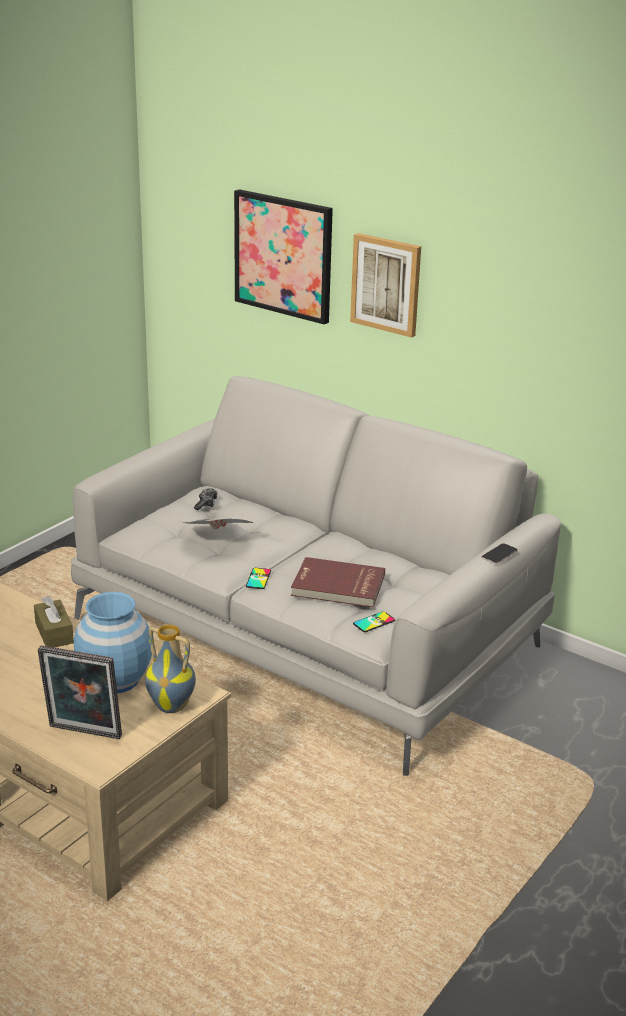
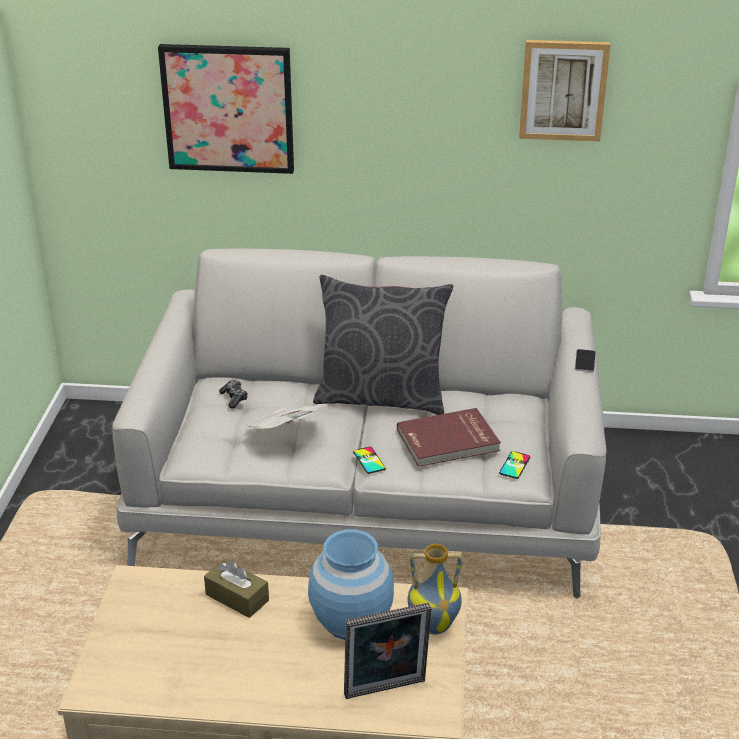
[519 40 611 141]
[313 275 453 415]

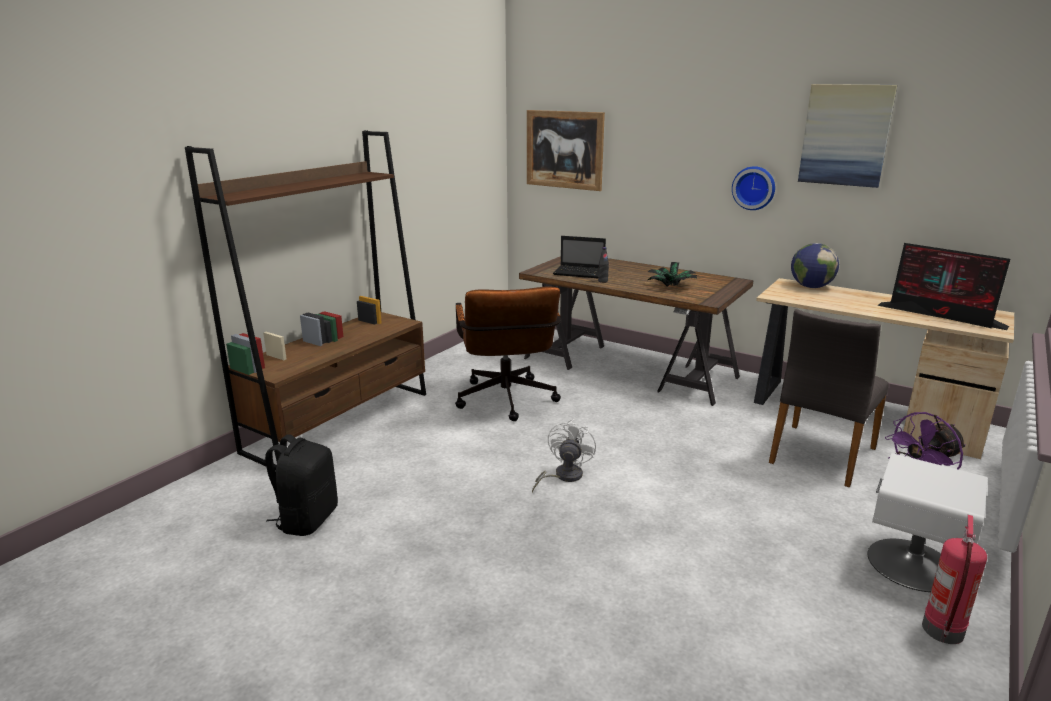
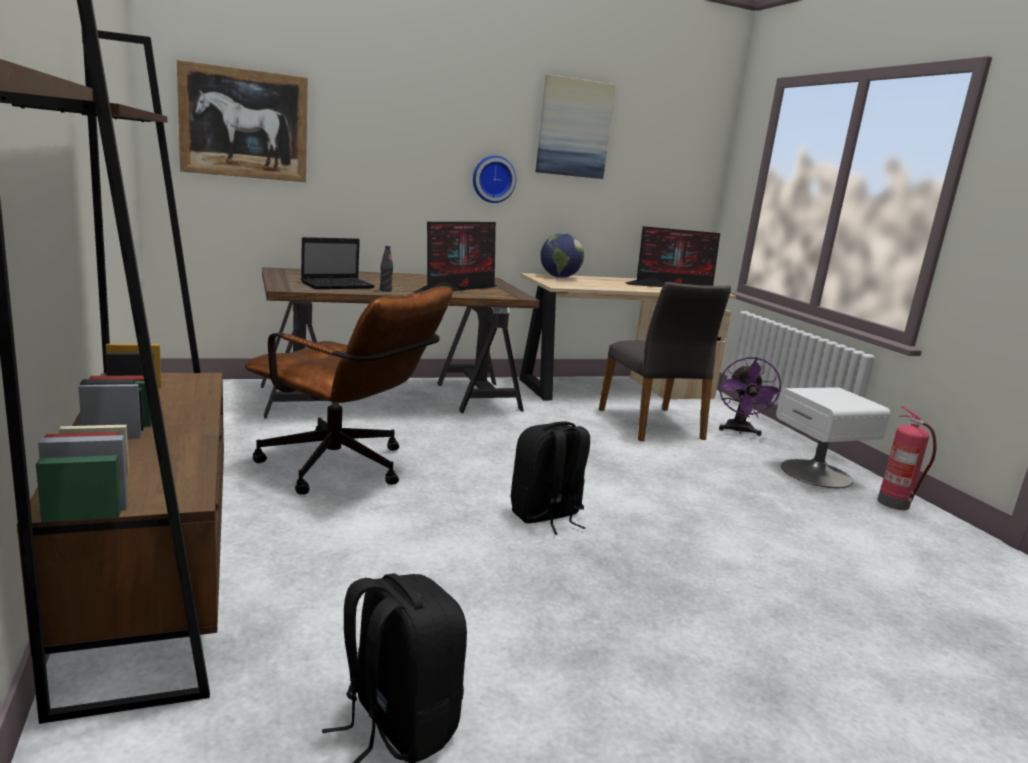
[511 422 590 535]
[413 222 496 293]

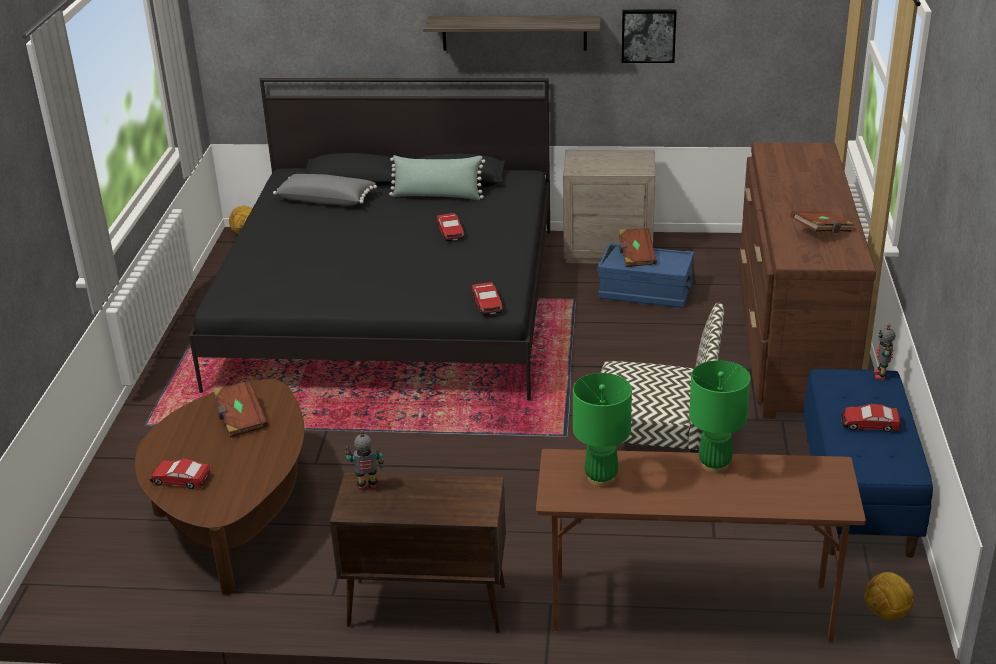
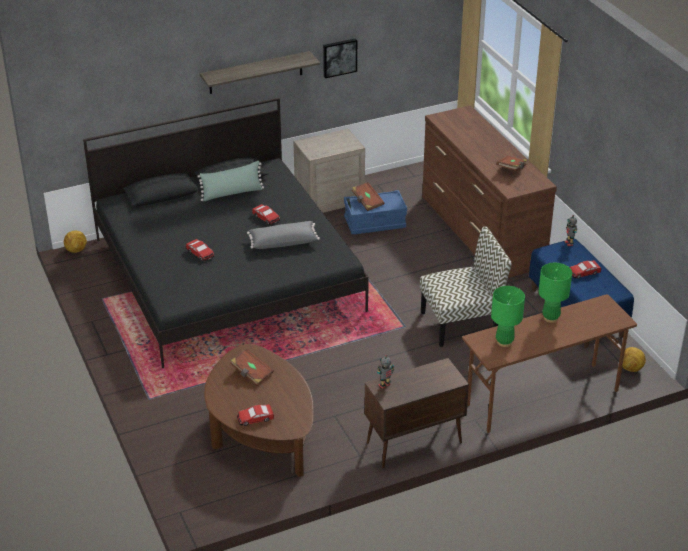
[247 221 320 249]
[186 239 214 261]

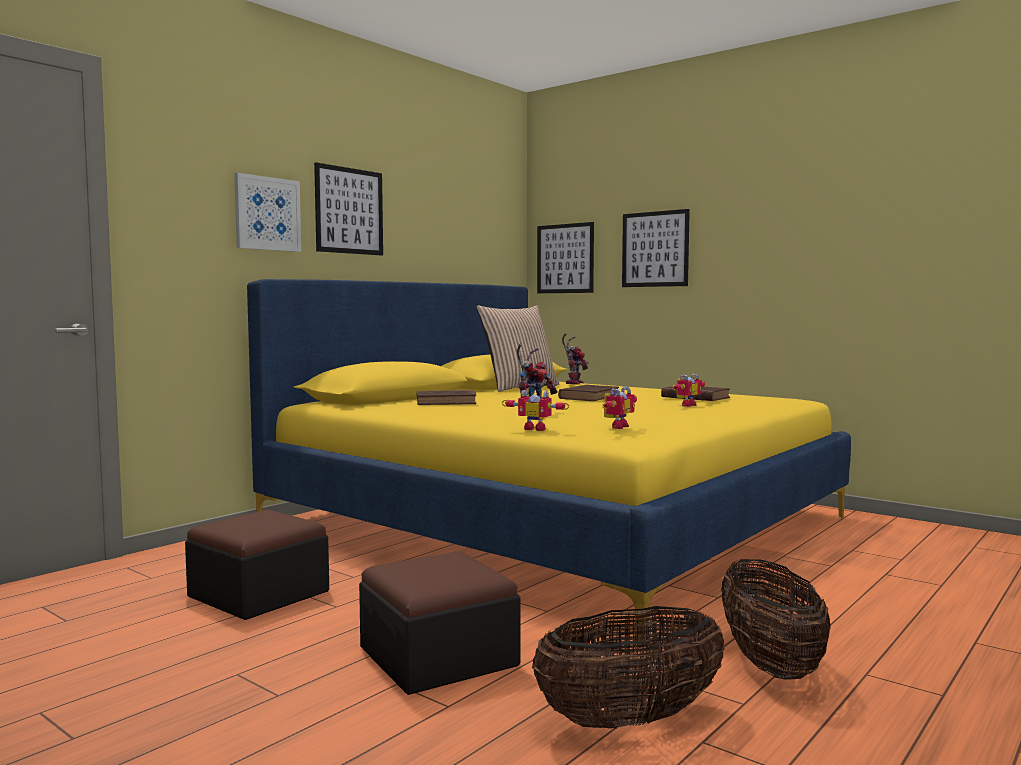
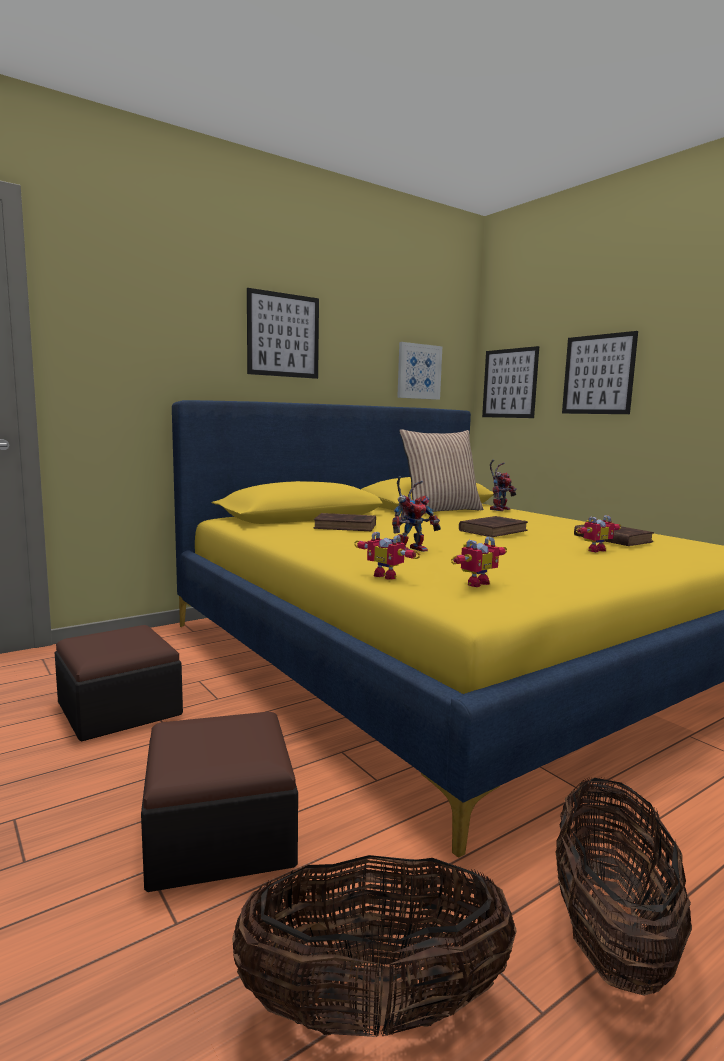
[397 342 442 400]

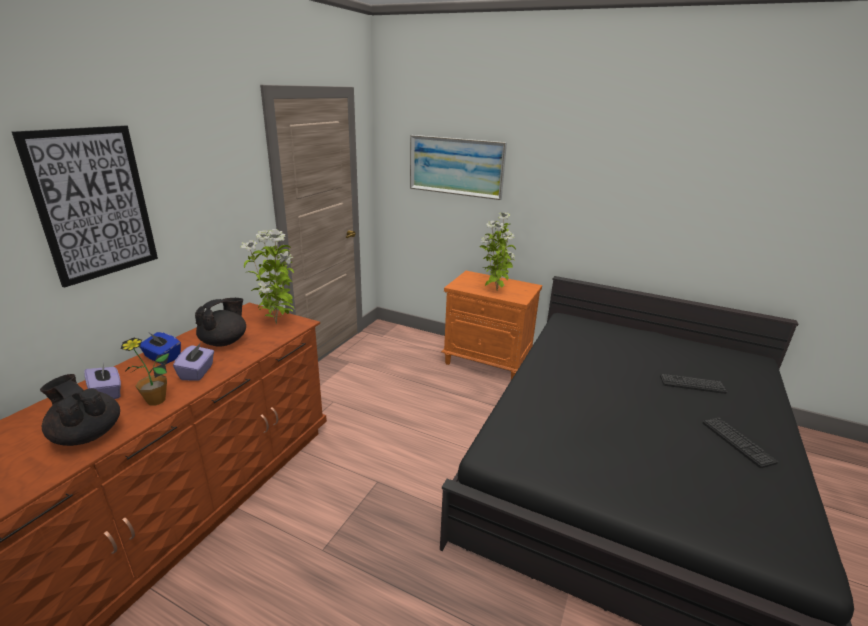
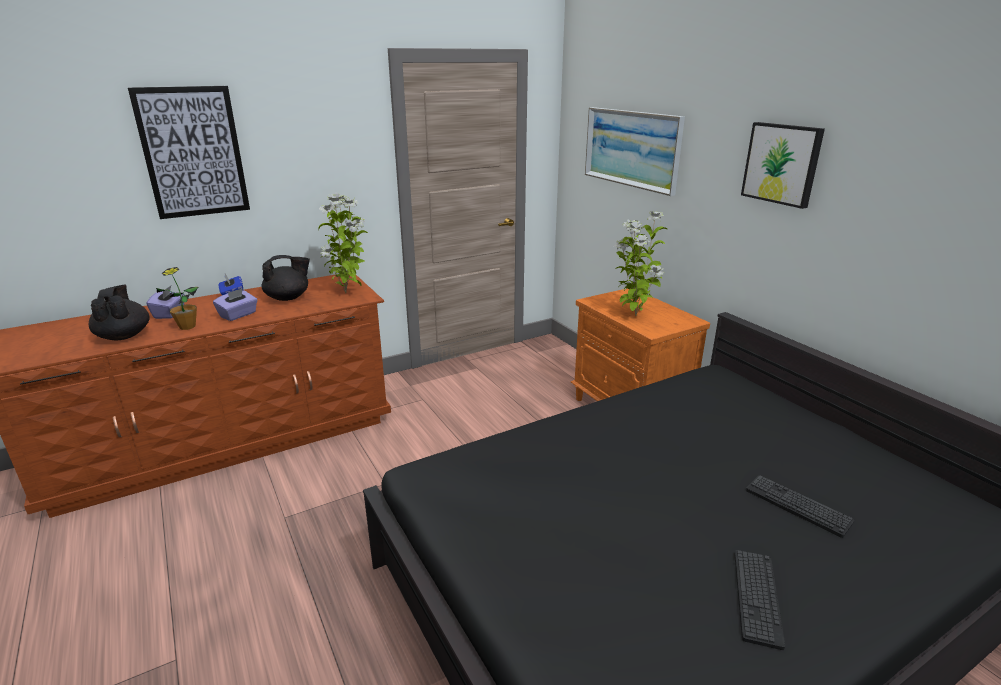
[741 122 825 209]

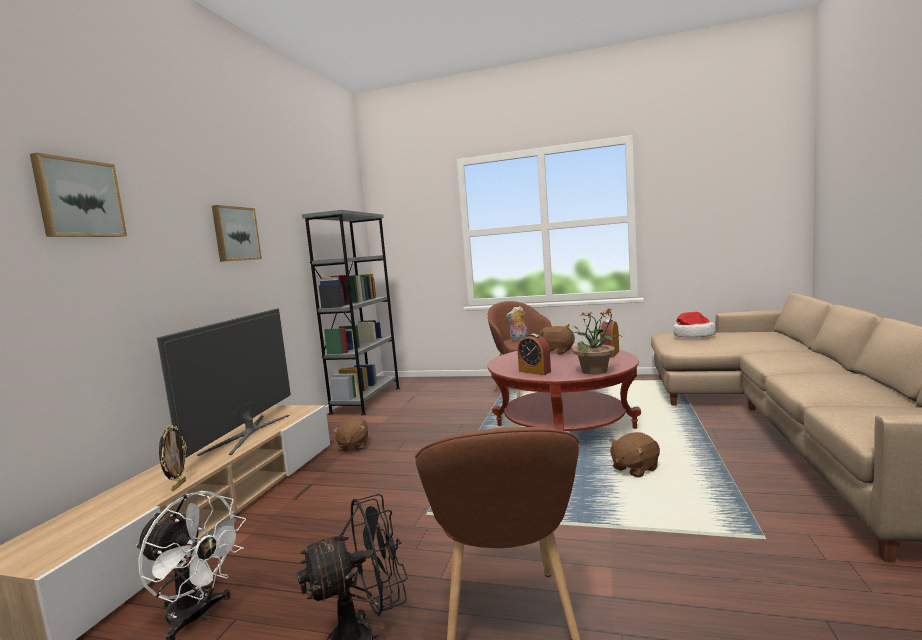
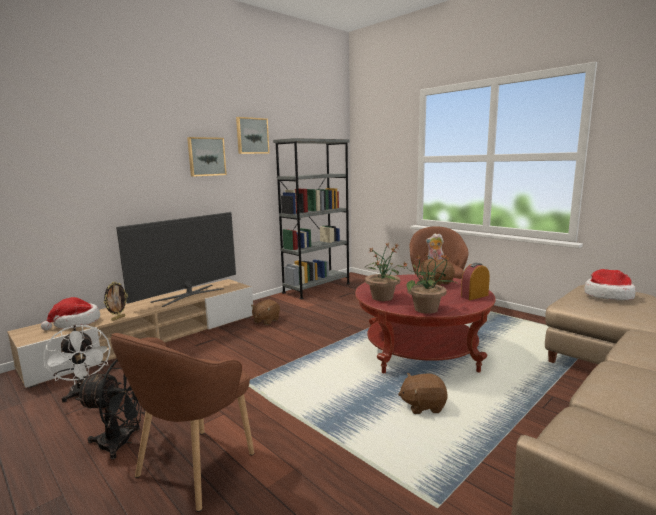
[236 117 270 154]
[365 243 404 301]
[41 297 100 331]

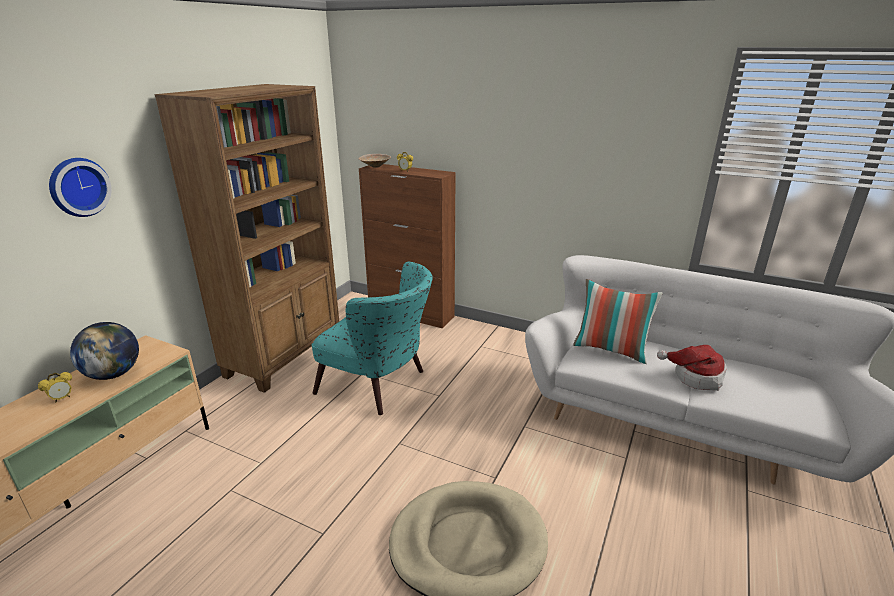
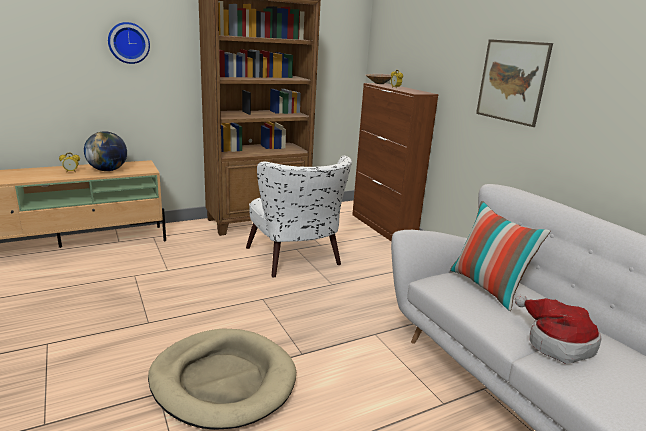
[246 156 352 278]
[476 39 553 127]

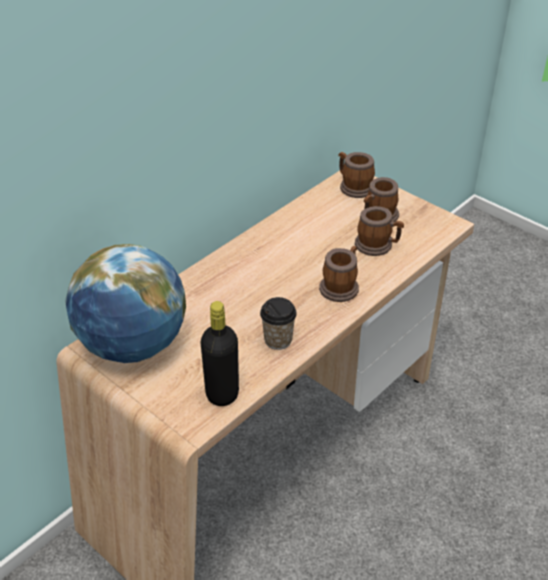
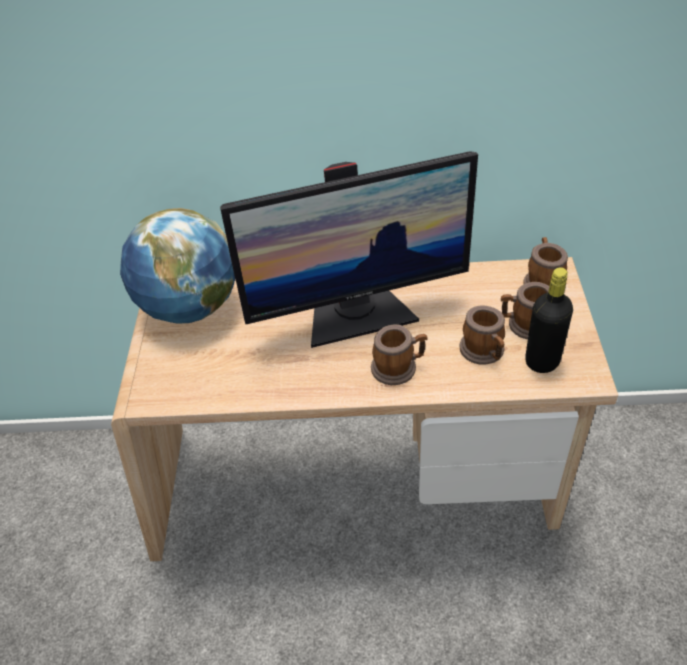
[525 267 573 373]
[260 297 297 350] (first image)
[220 151 478 348]

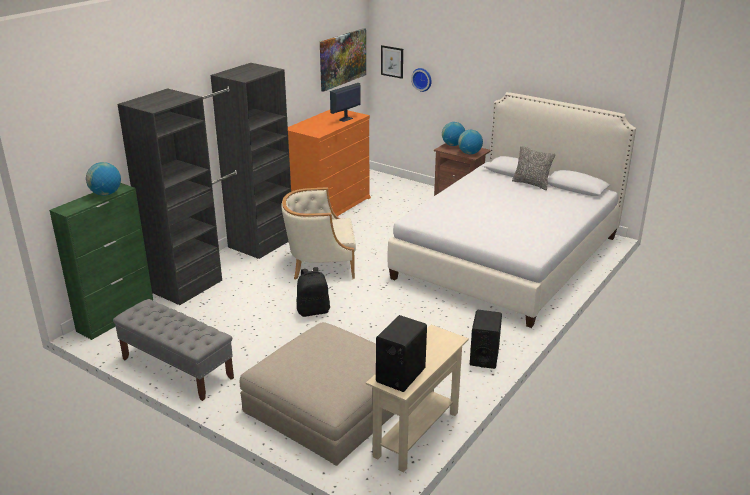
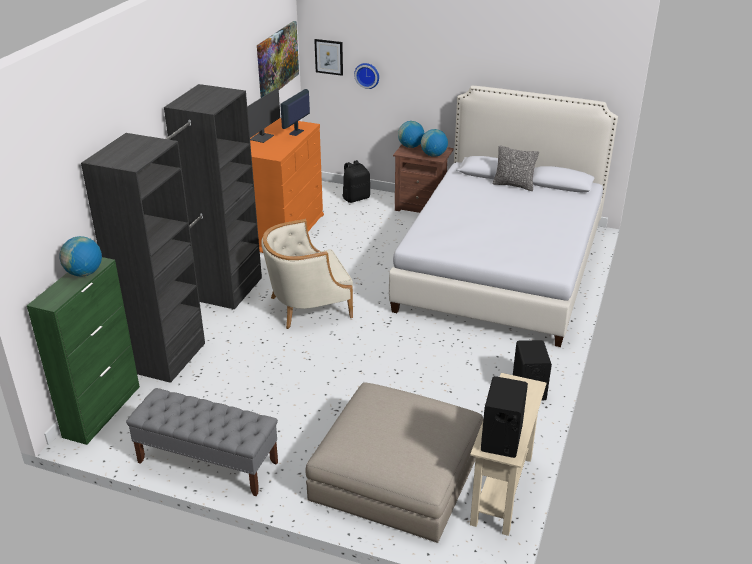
[343 160 370 203]
[247 88 280 143]

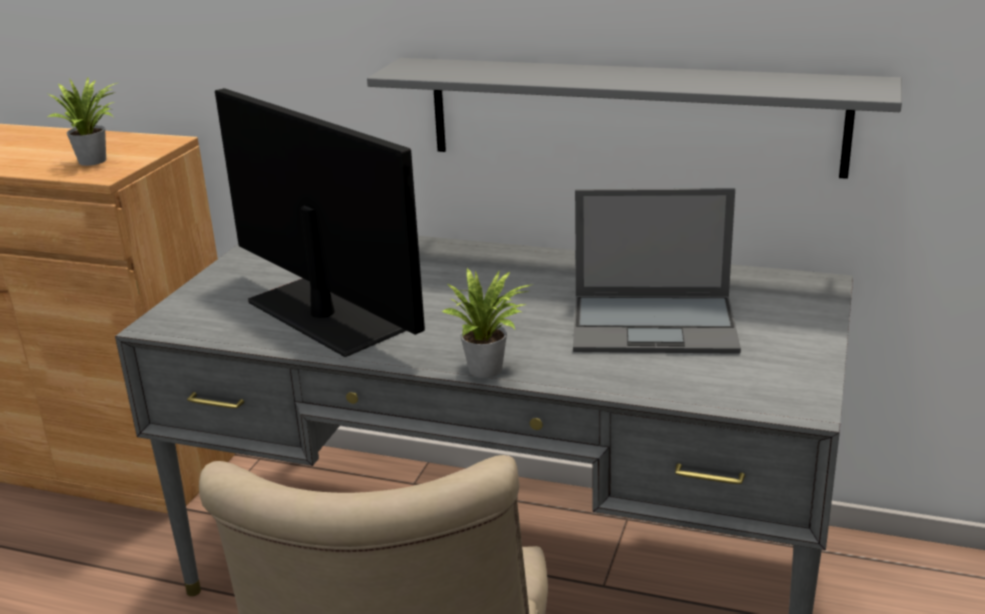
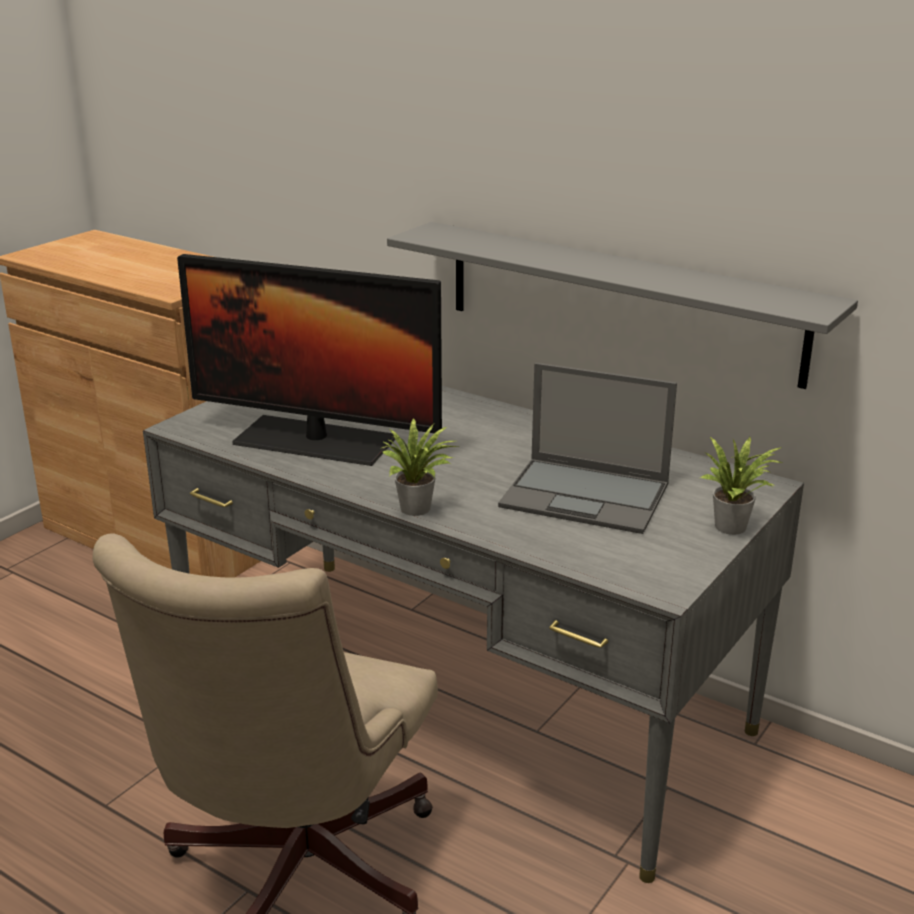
[700 437 782 535]
[177 254 442 466]

